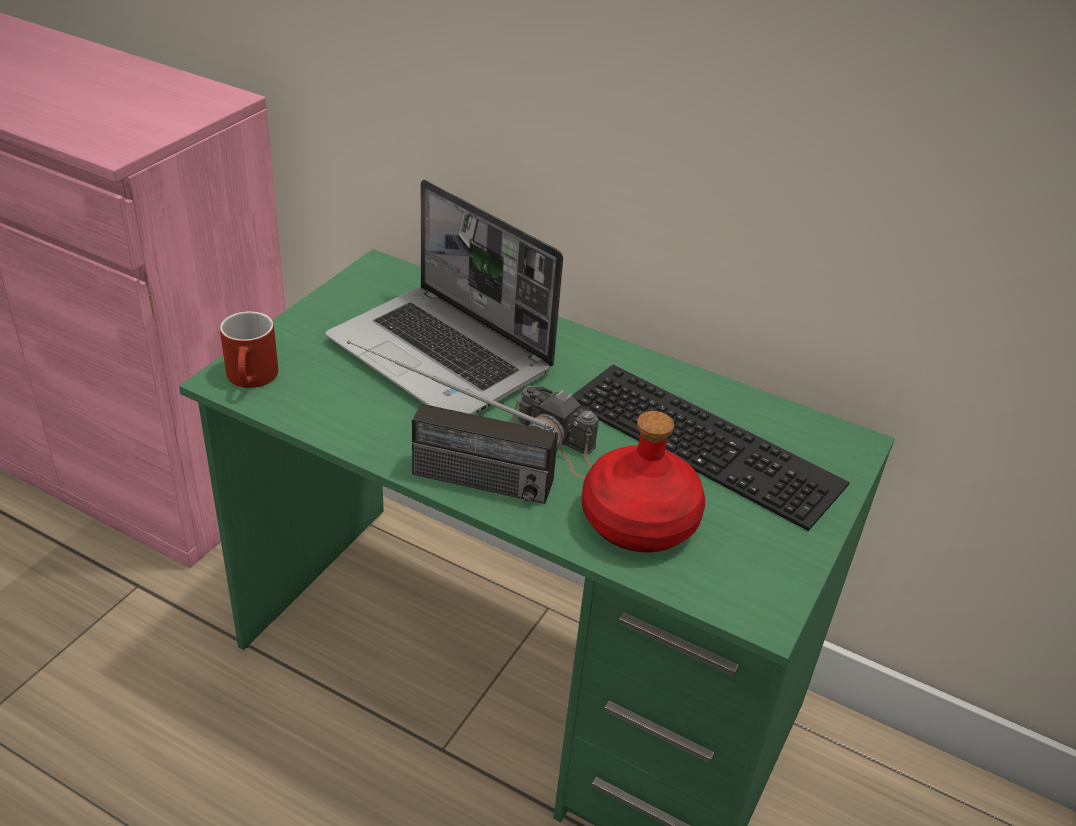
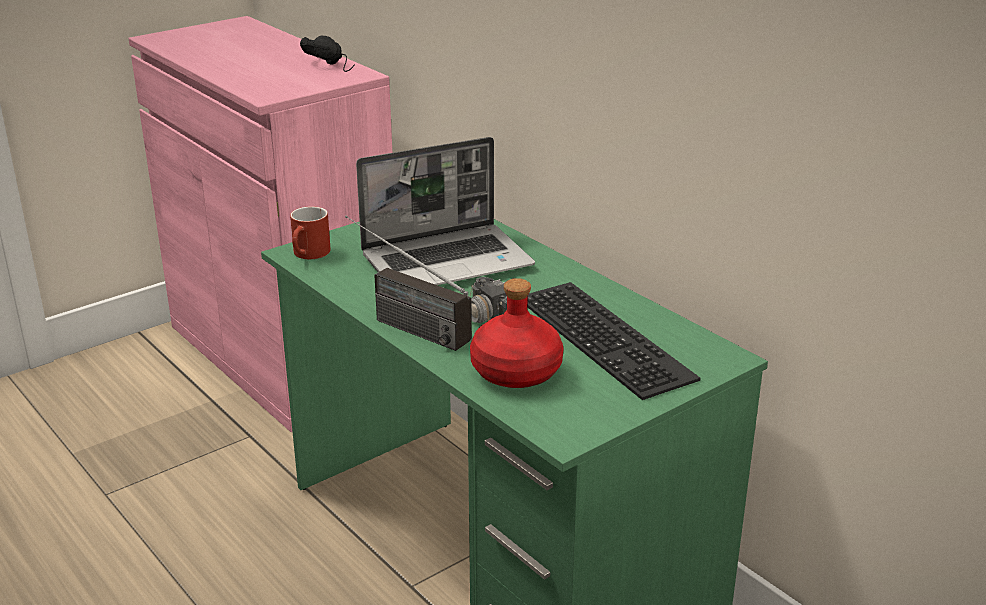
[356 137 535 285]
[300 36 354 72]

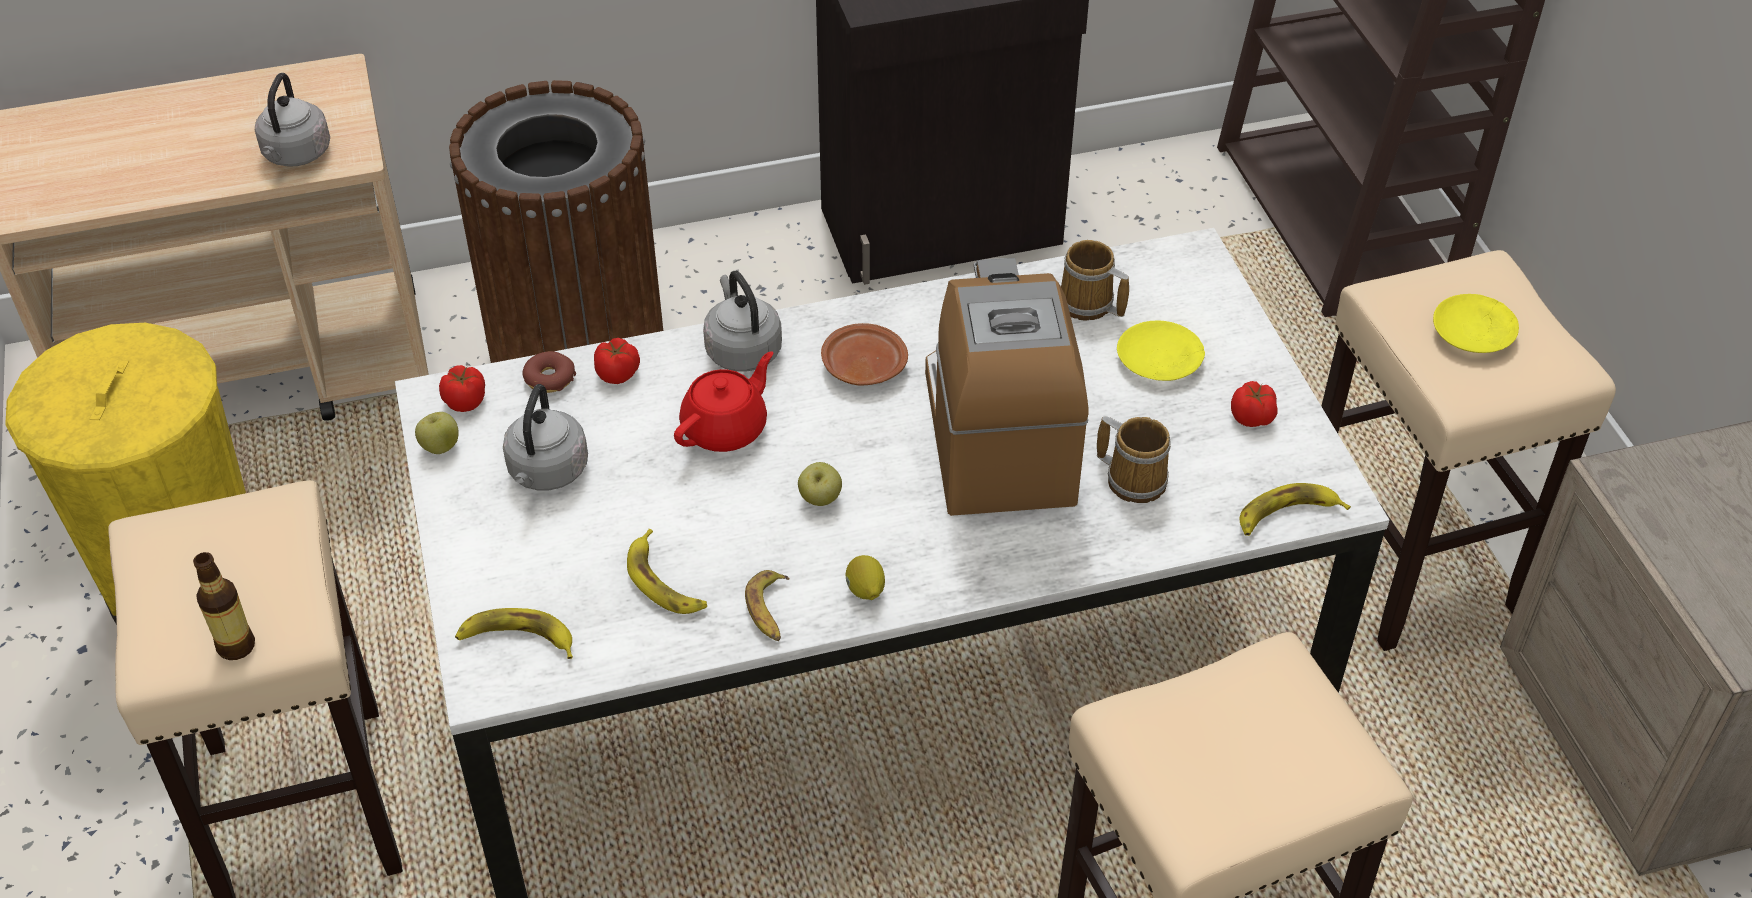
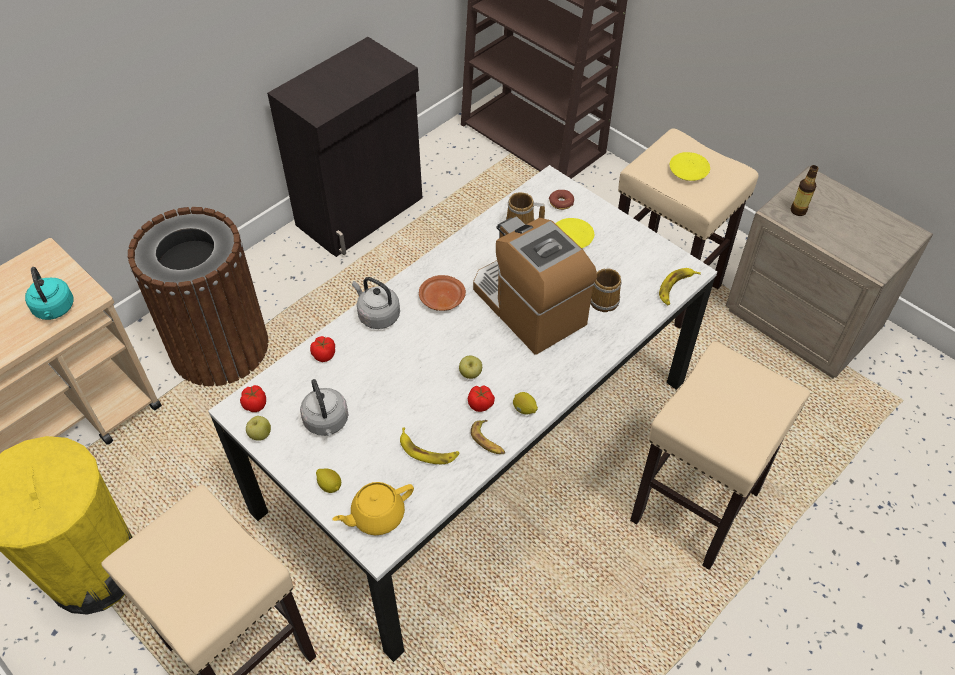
[791 165 819 216]
[25 267 73 320]
[332 482 414 535]
[549 190 574 210]
[674 351 773 452] (first image)
[468 385 495 412]
[316 469 341 493]

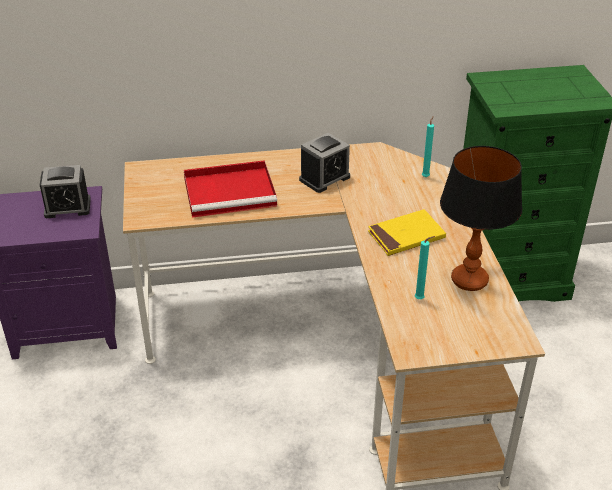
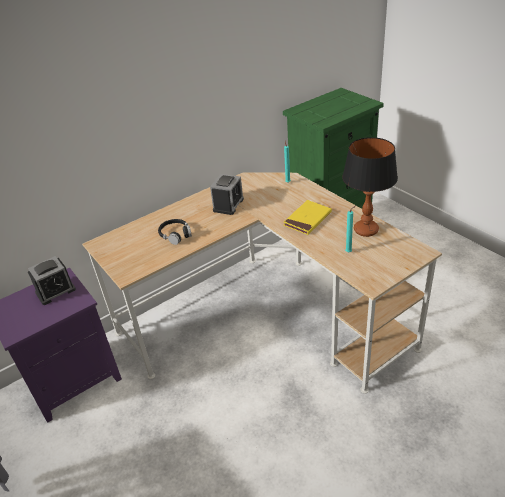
[158 219 192 245]

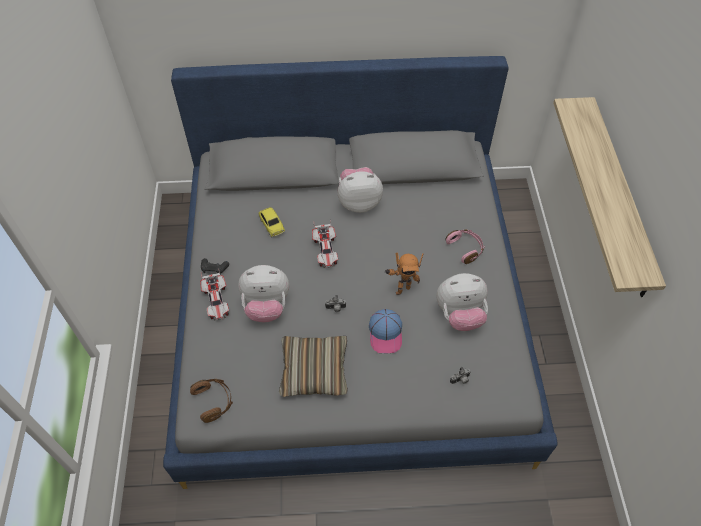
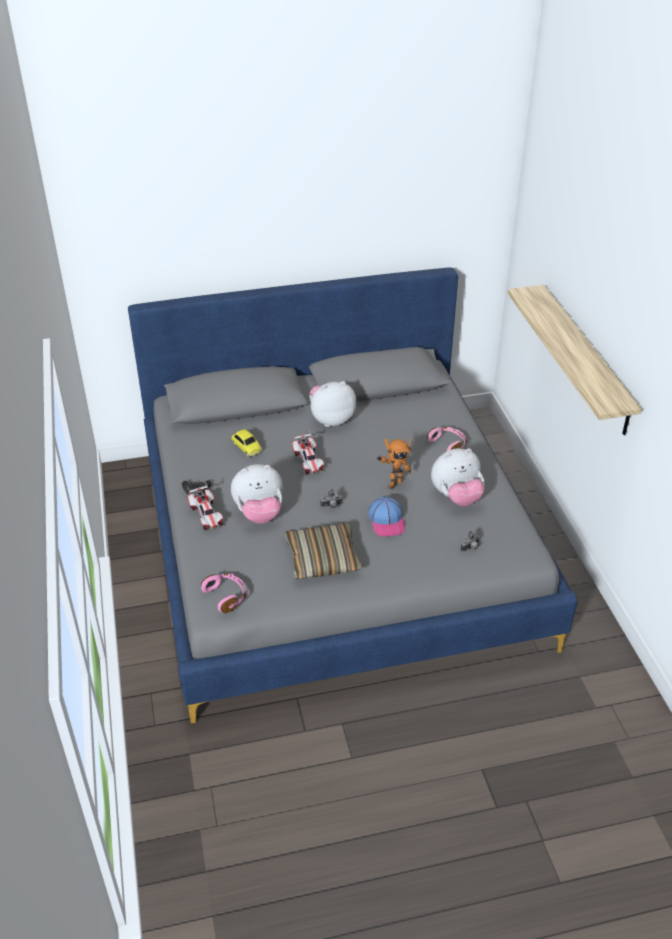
[201 573 248 613]

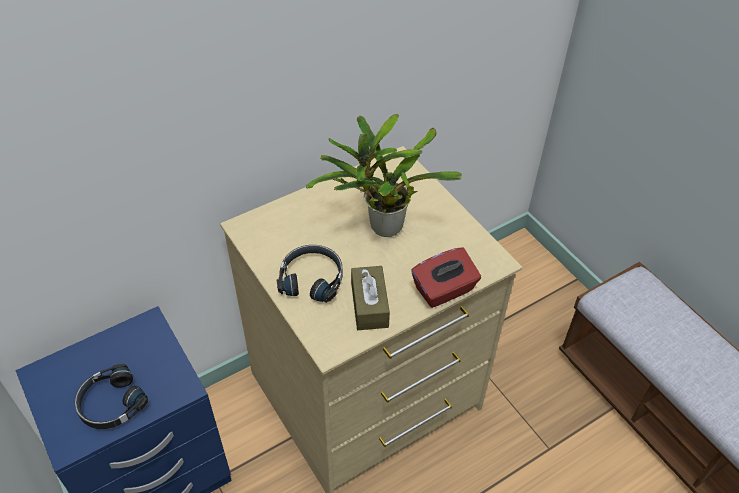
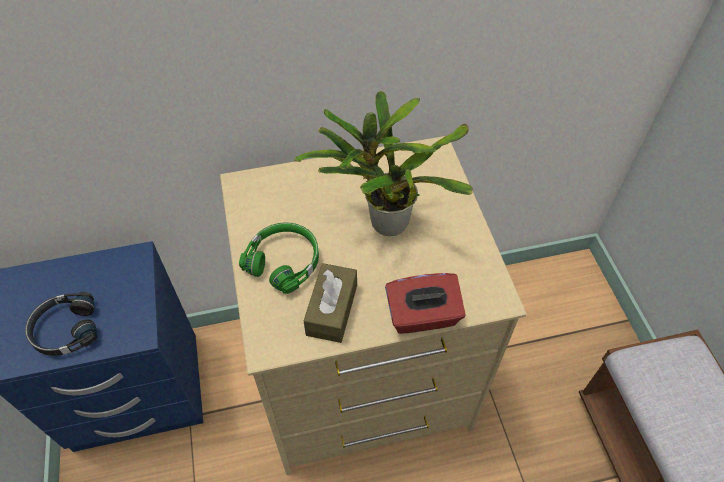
[239 222 319 294]

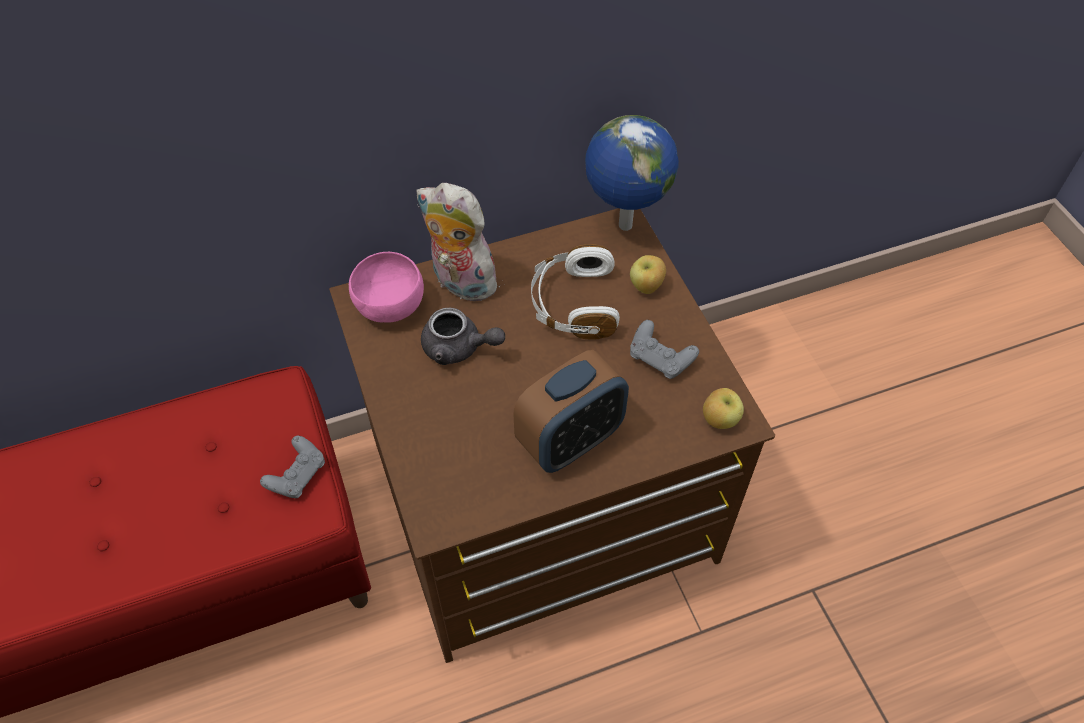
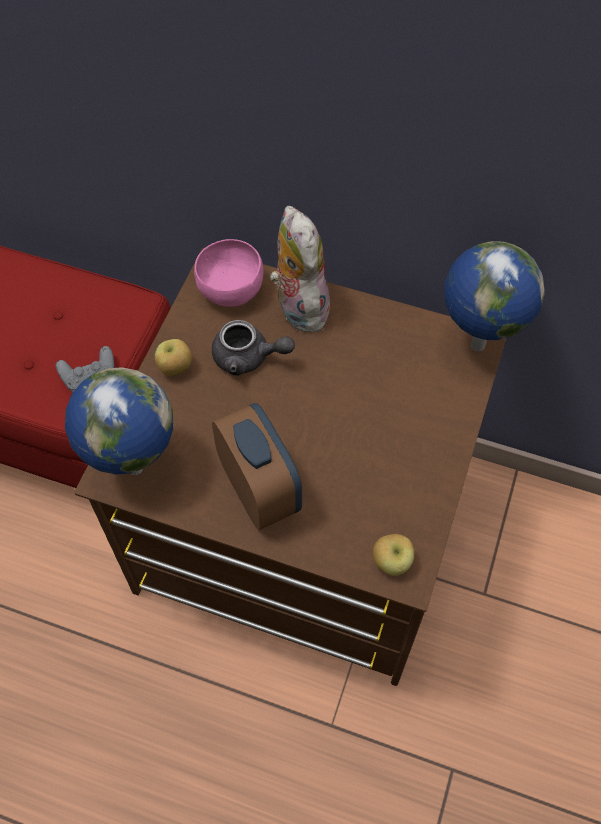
[212 320 295 376]
[212 403 302 530]
[531 244 620 339] (first image)
[155 339 192 376]
[630 320 699 379] (first image)
[65 367 173 475]

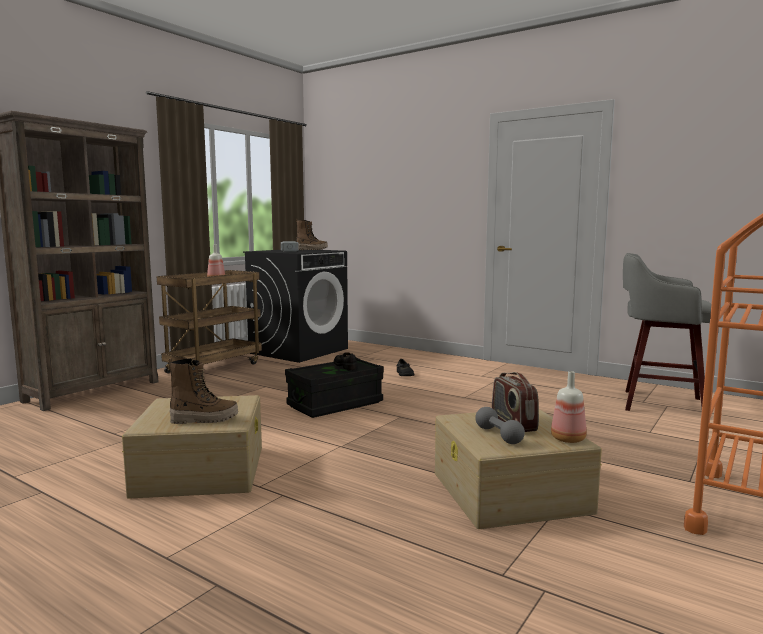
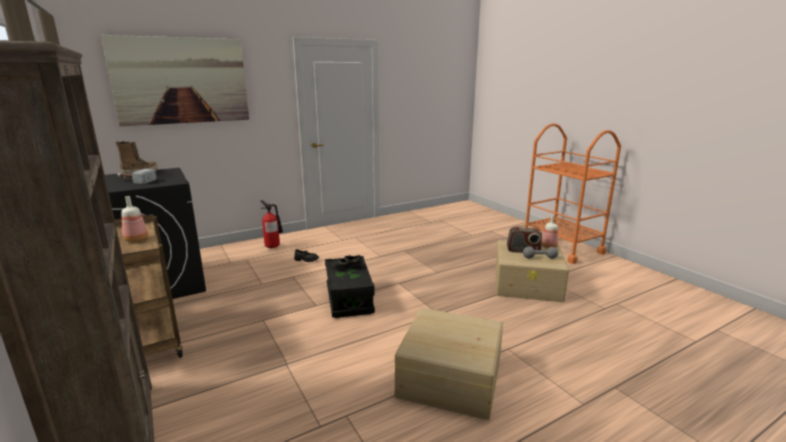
[168 358 238 424] (first image)
[623 253 711 411] (first image)
[101 35 249 126]
[260 200 283 248]

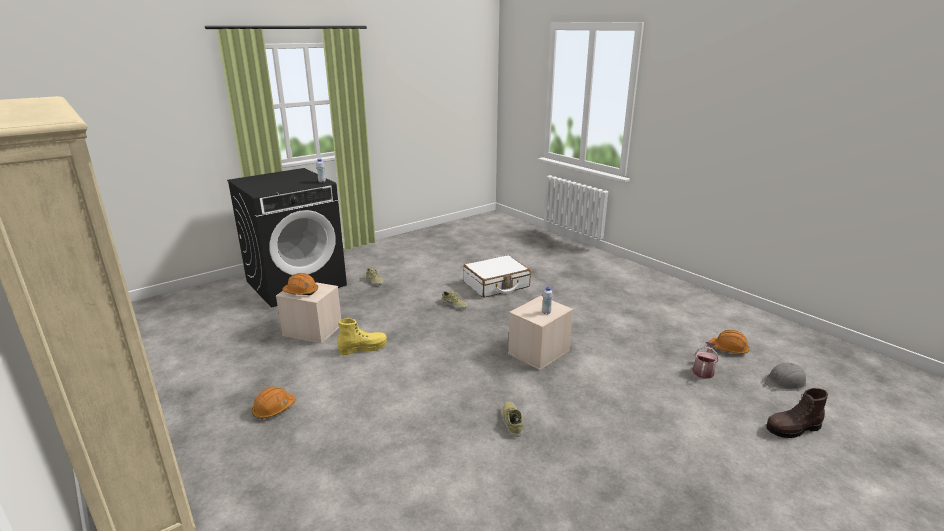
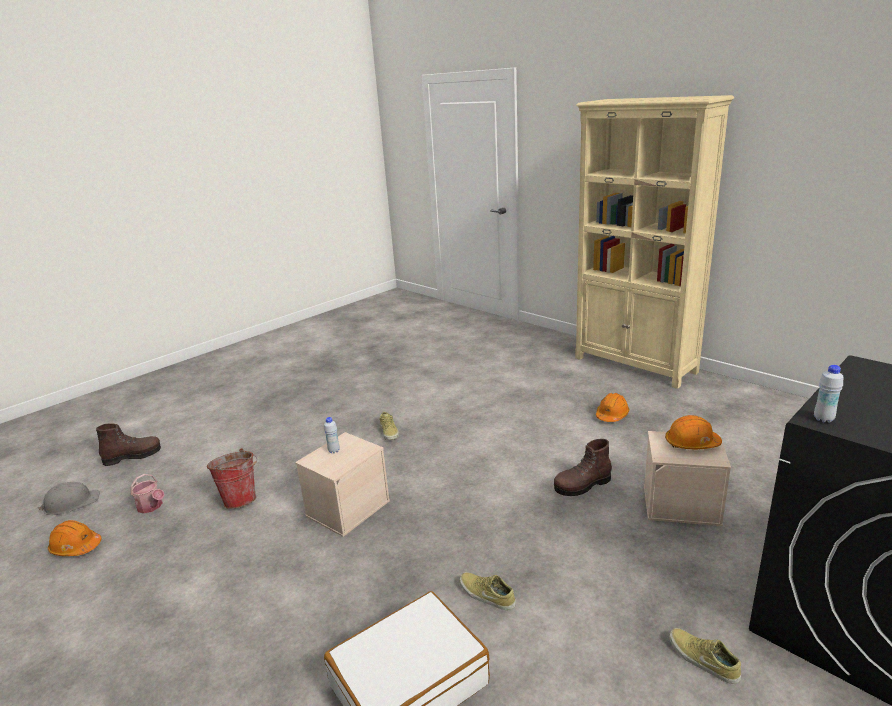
[554 439 612 496]
[130 474 164 514]
[207 448 257 509]

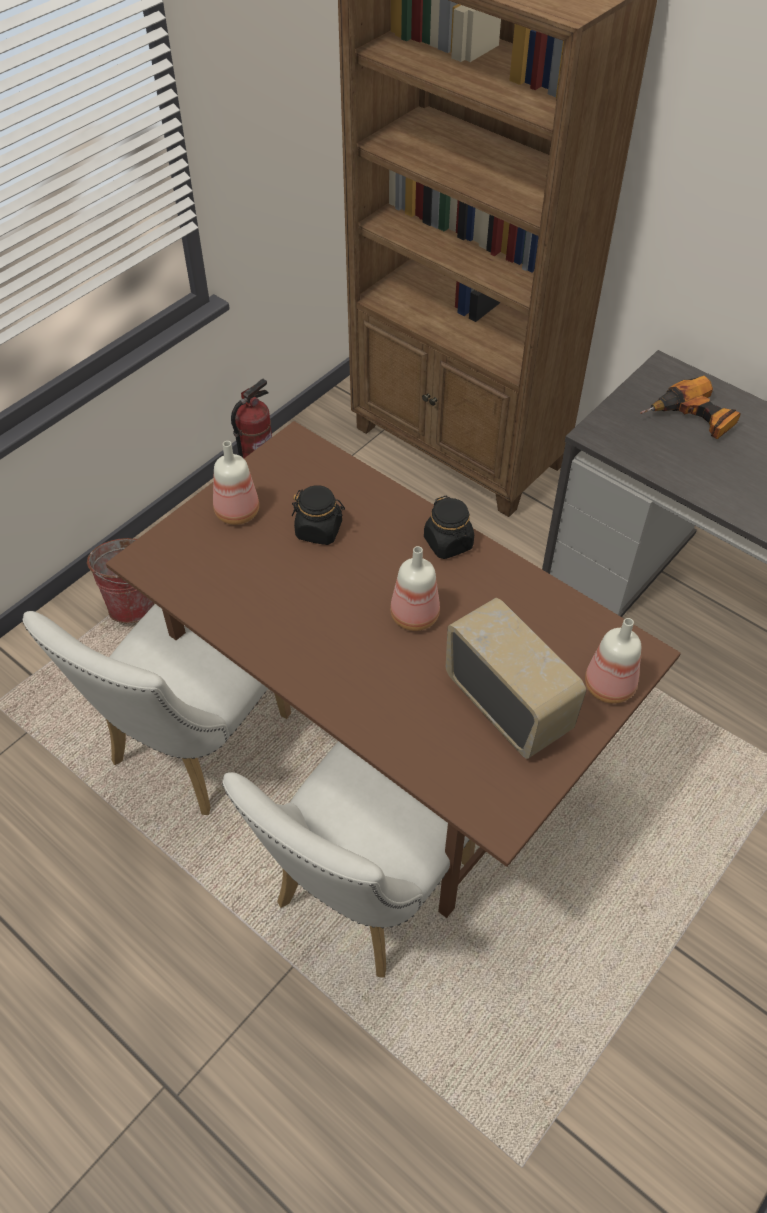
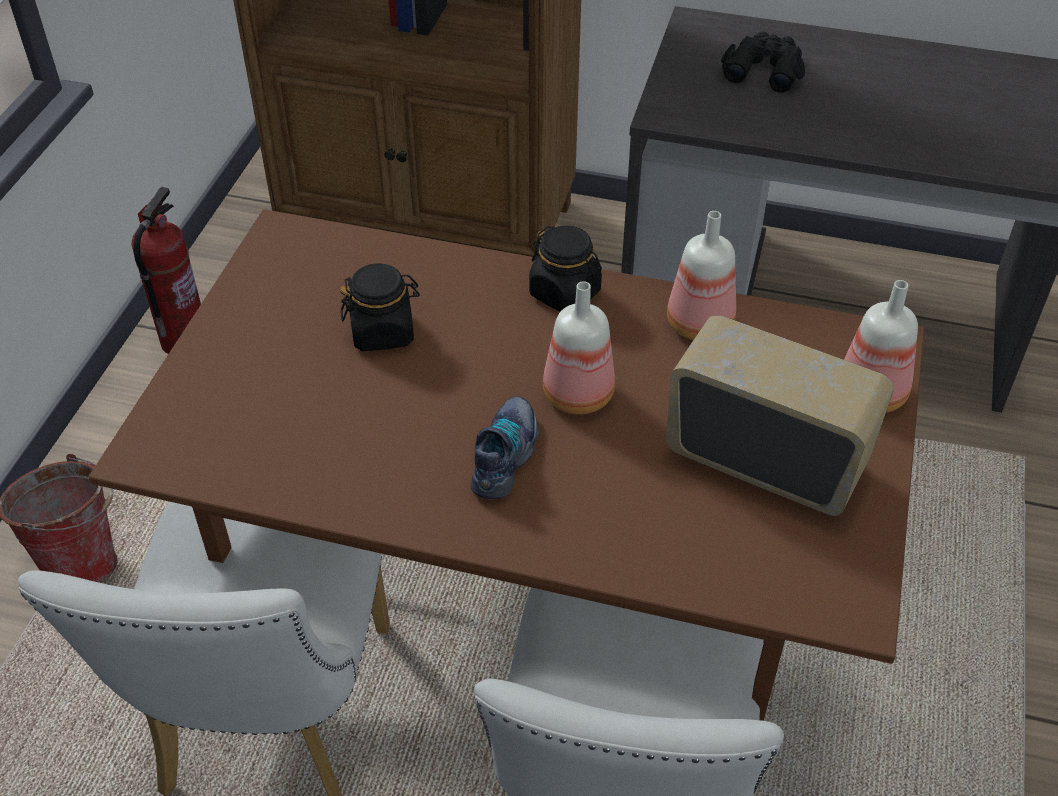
[667 211 736 340]
[721 31 805 93]
[470 396 539 499]

